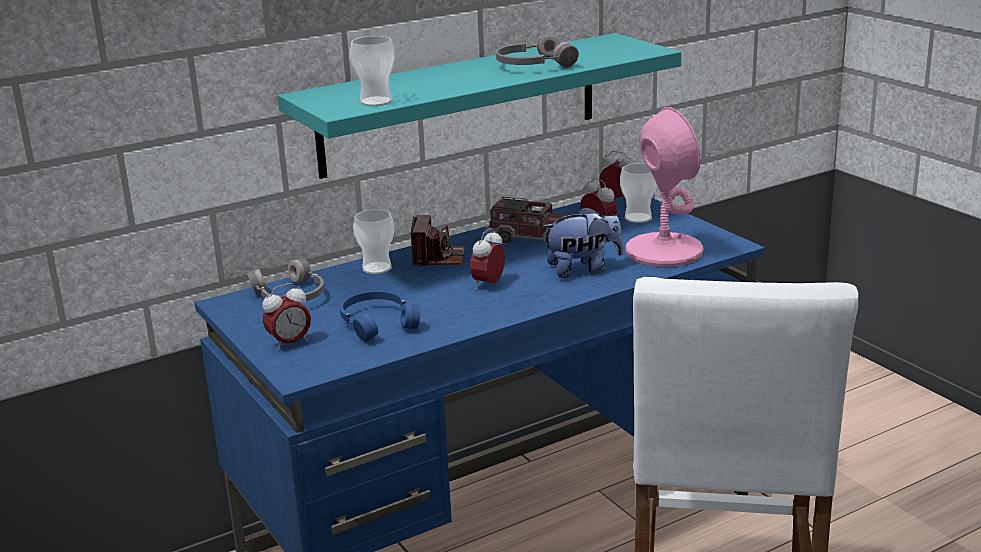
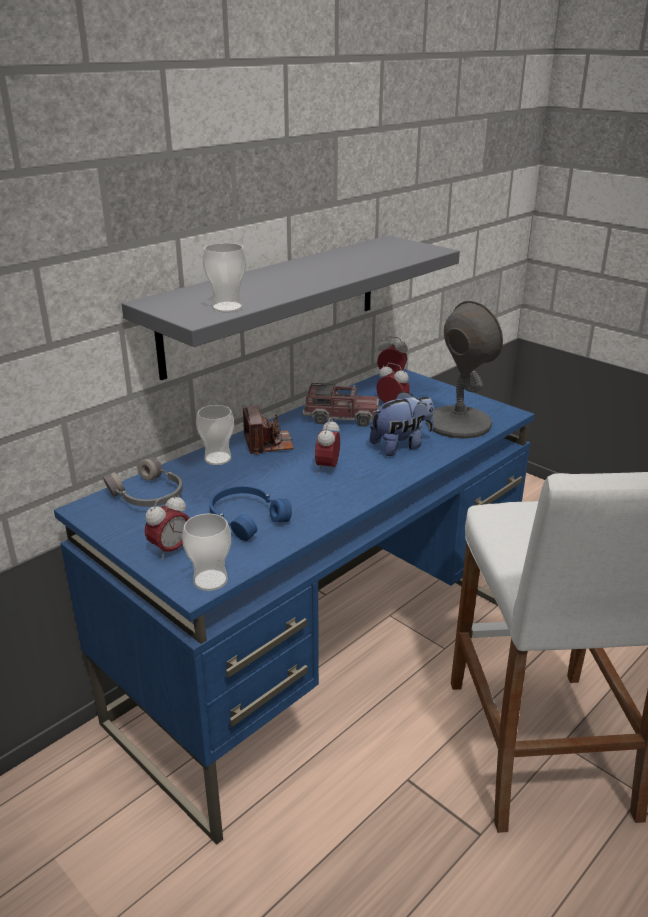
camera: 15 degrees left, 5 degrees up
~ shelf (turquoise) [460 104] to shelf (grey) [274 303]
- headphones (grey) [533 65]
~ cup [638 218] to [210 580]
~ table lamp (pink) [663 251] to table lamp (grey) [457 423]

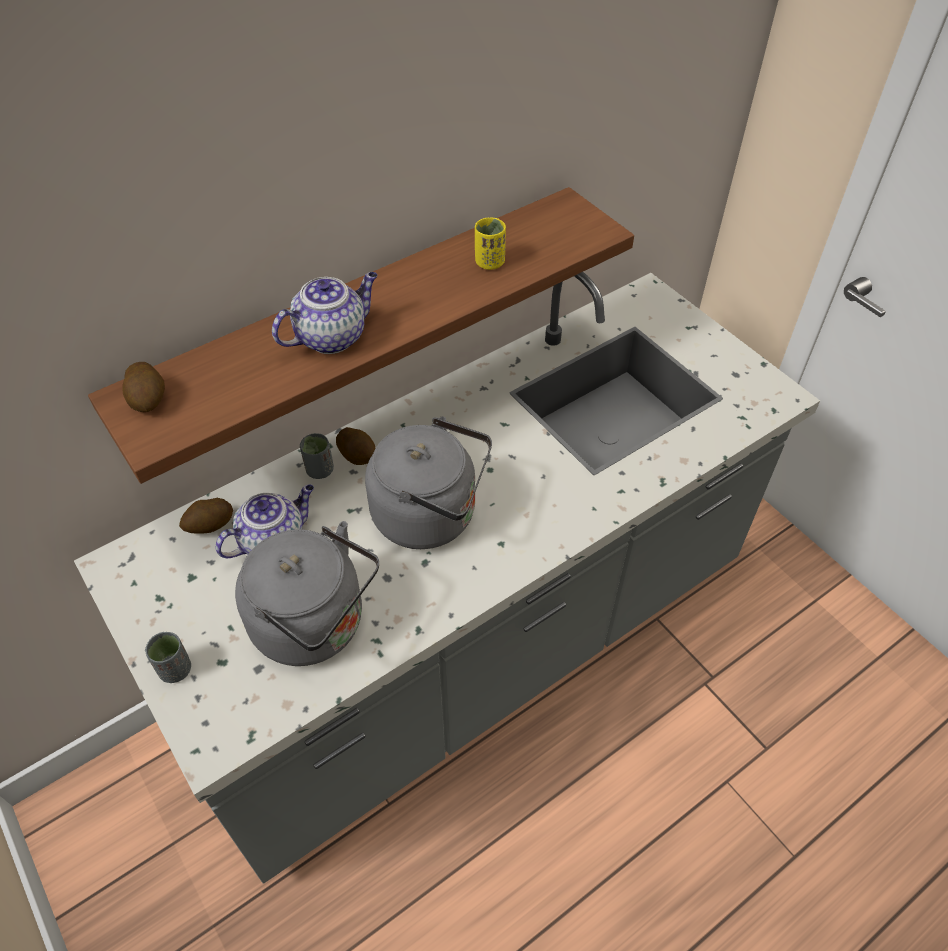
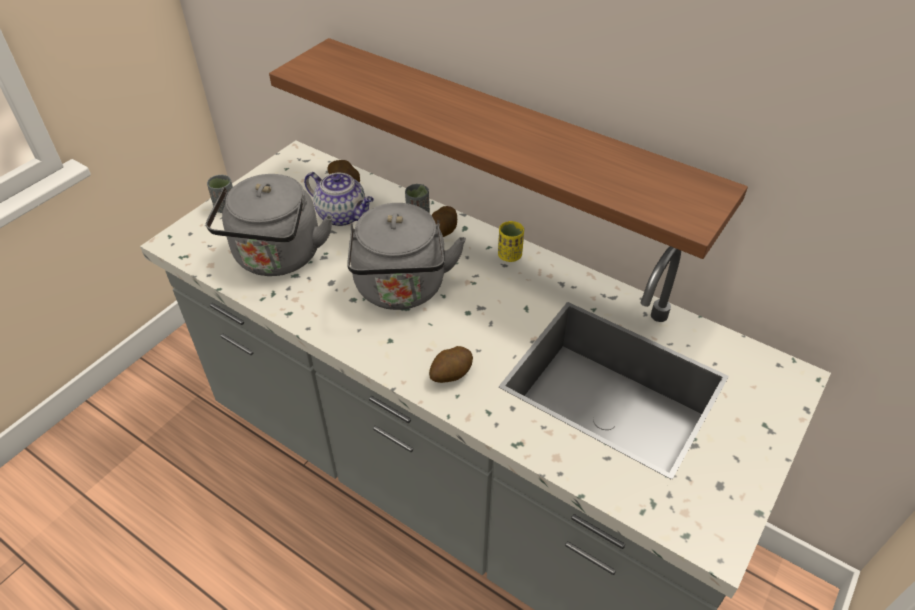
camera: 70 degrees right, 5 degrees down
~ potato [149 400] to [451 374]
- teapot [332 336]
~ cup (yellow) [489 262] to [509 255]

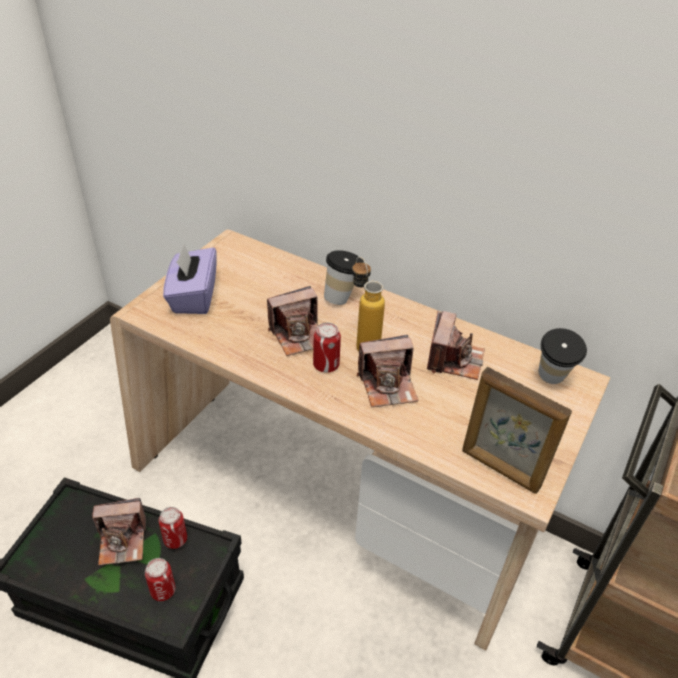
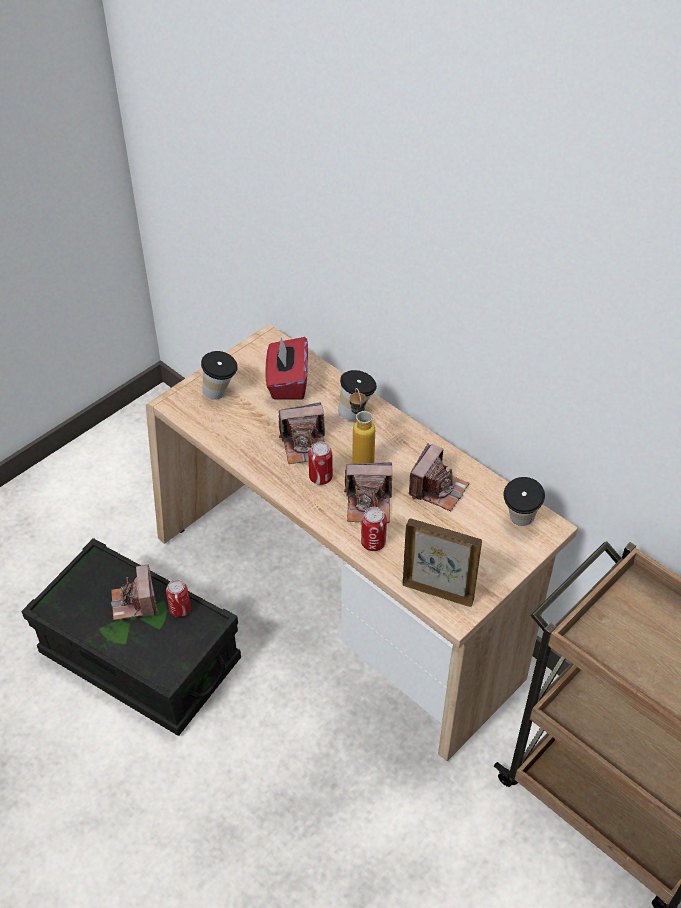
camera: 15 degrees right, 5 degrees up
~ photo camera [122 541] = [135 603] 75 degrees clockwise
~ can [163 590] to [373 543]
~ tissue box (purple) [193 297] to cup [221 394]
~ picture frame [500 469] = [438 592] 150 degrees clockwise
+ tissue box (red) [287 383]

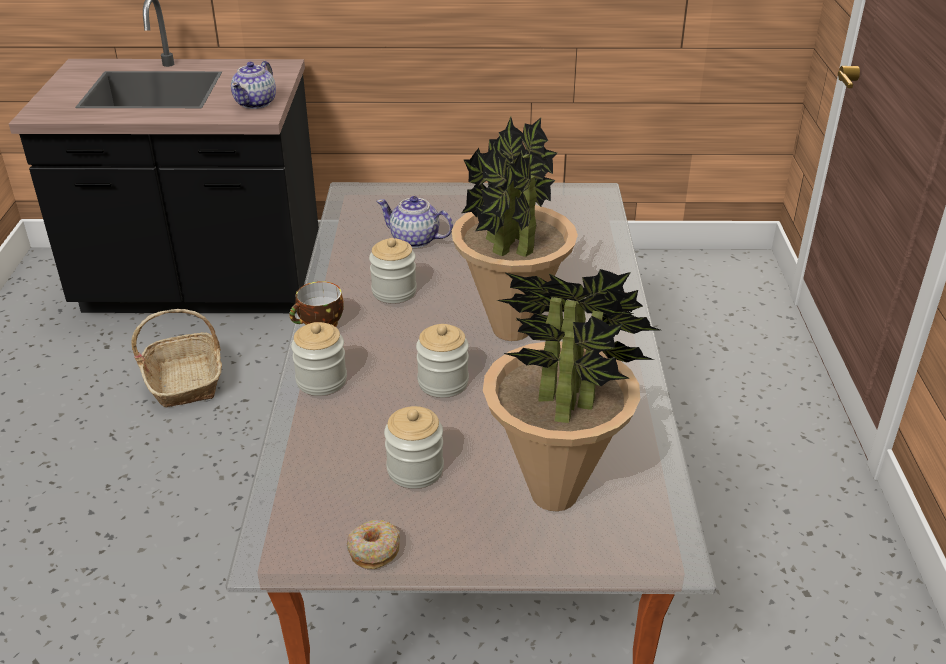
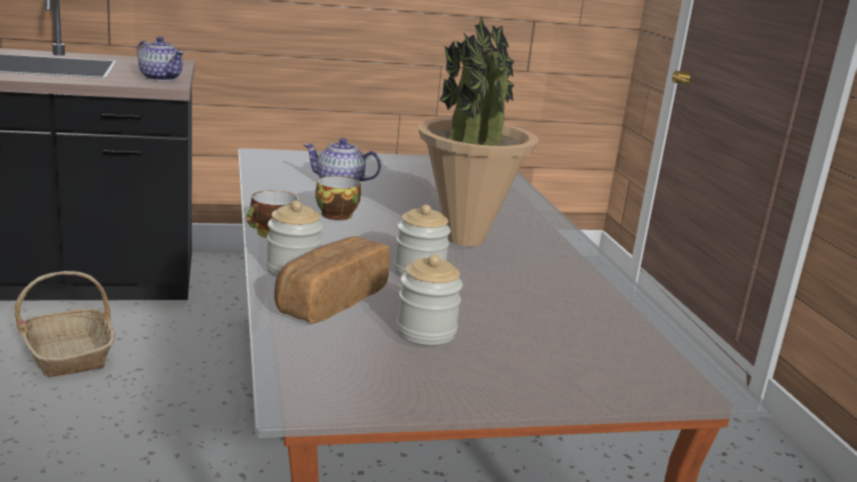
camera: 15 degrees left, 15 degrees down
~ teapot [256 103] = [160 78] 60 degrees counterclockwise
- donut [374 550]
~ jar [394 291] to cup [337 214]
- potted plant [555 494]
+ bread [330 301]

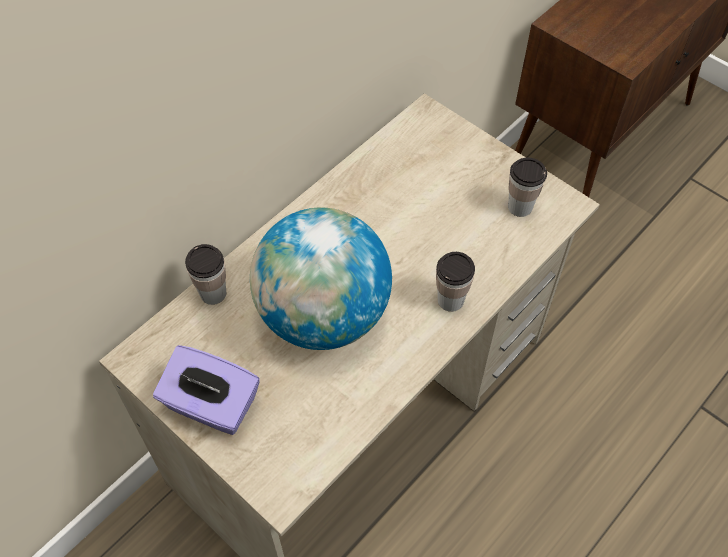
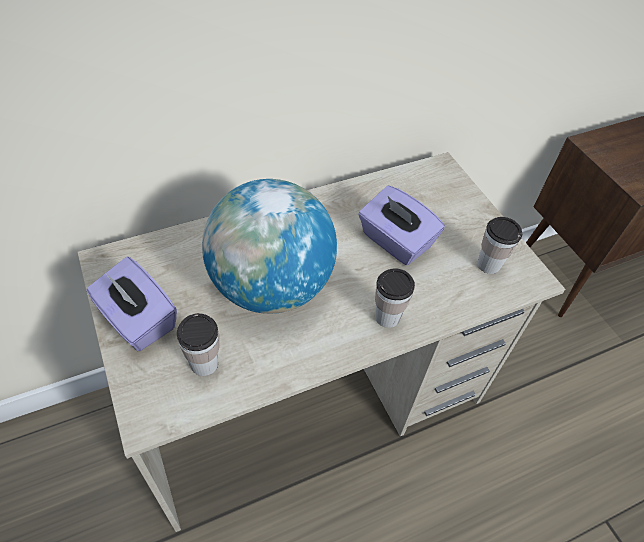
camera: 20 degrees right, 5 degrees down
~ cup [213 293] to [204 363]
+ tissue box (purple) [395 242]

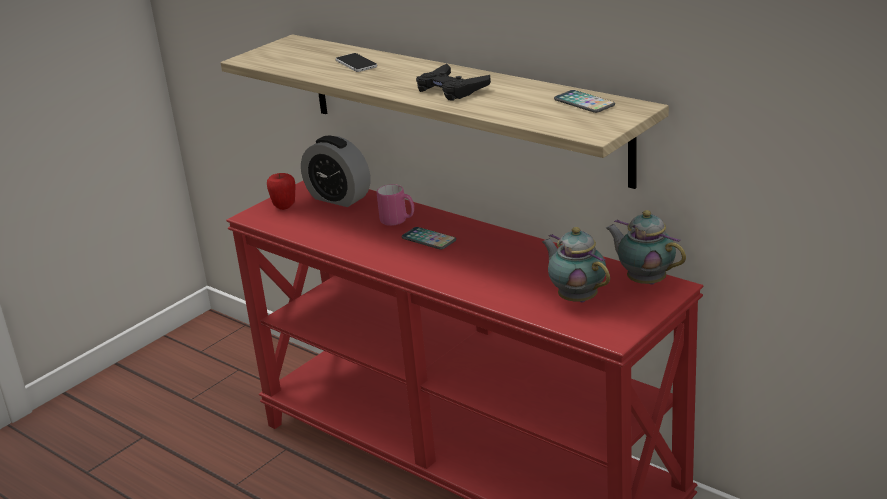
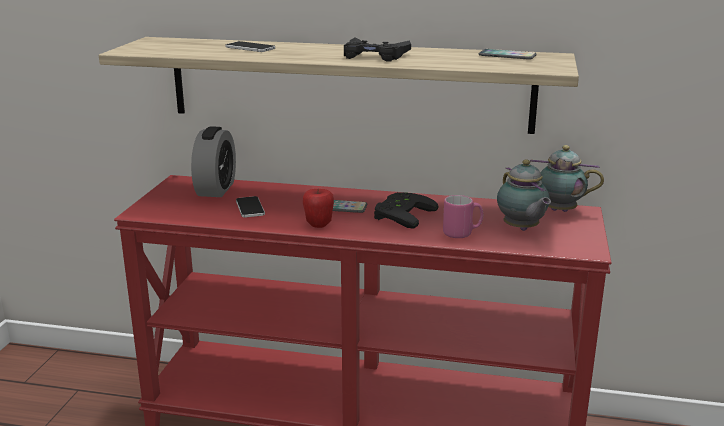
camera: 30 degrees left, 5 degrees down
~ apple [284 206] to [318 224]
~ alarm clock [338 198] = [216 189] 90 degrees counterclockwise
~ mug (pink) [398 221] to [462 233]
~ teapot [576 298] = [521 229] 135 degrees counterclockwise
+ phone [250 208]
+ game controller (black) [401 214]

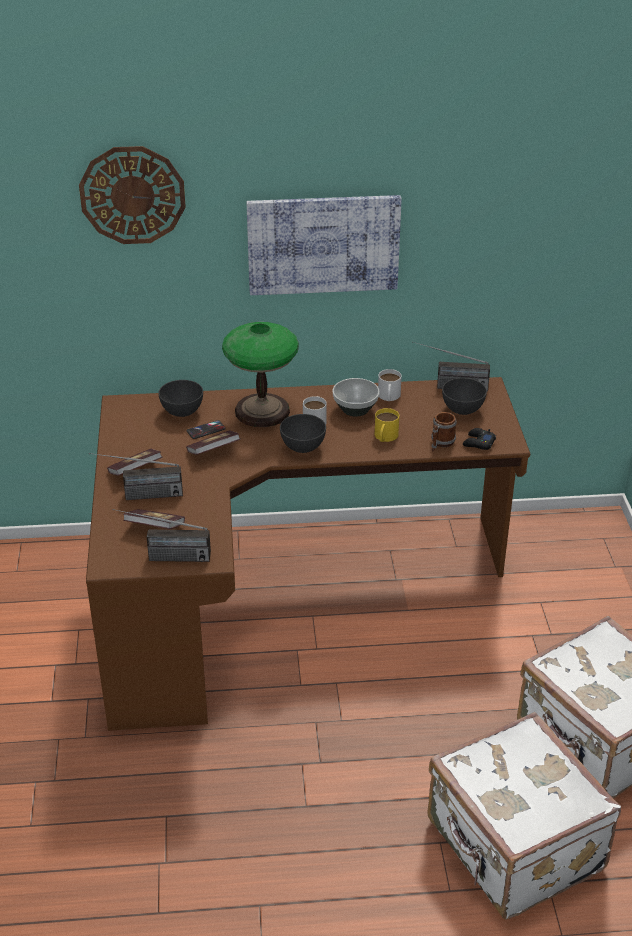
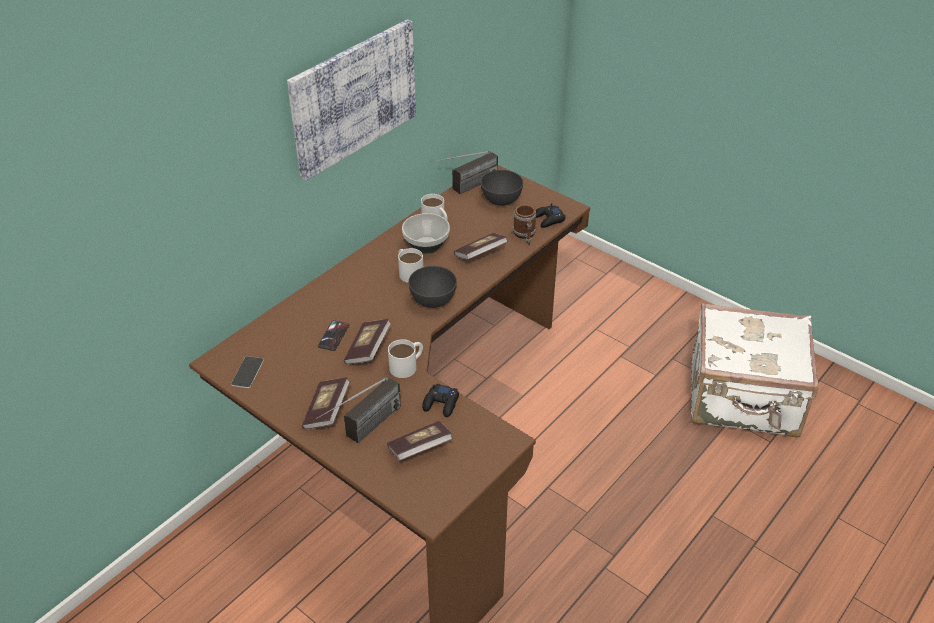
camera: 45 degrees left, 5 degrees up
- wall clock [132 195]
- radio [163 557]
- bowl (grey) [182 411]
- table lamp [263 411]
~ mug (yellow) [385 437] to book [480 255]
- suitcase (white) [512 847]
+ phone [247 372]
+ mug (white) [407 365]
+ game controller (black) [441 404]

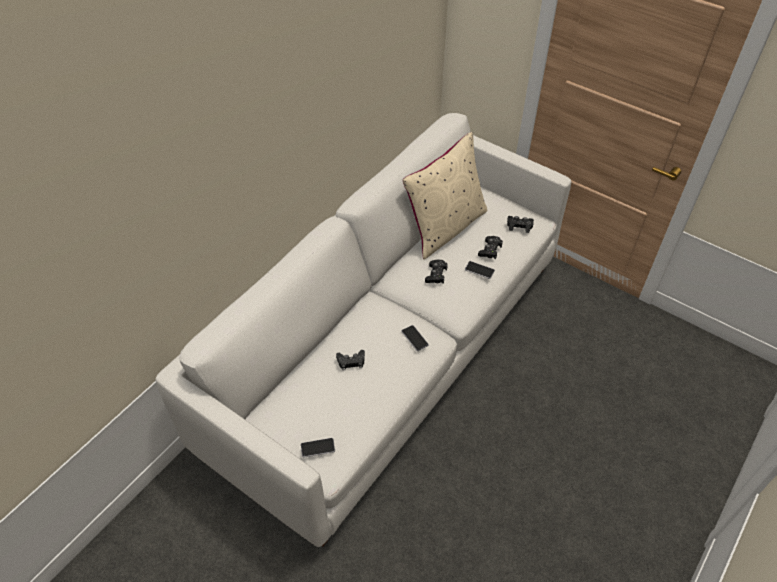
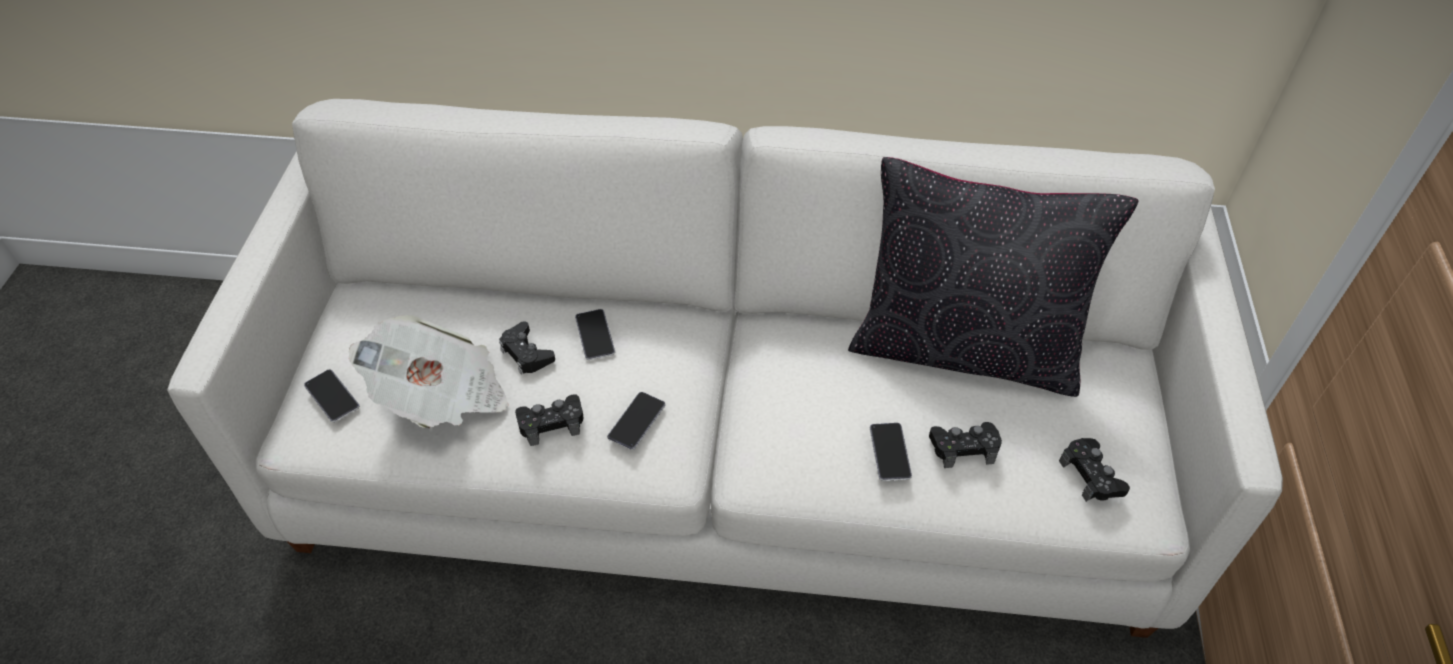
camera: 60 degrees right, 0 degrees up
~ pillow (beige) [445 227] to pillow (black) [964 347]
~ game controller (black) [436 274] to [551 423]
+ newspaper [441 395]
+ phone [595 335]

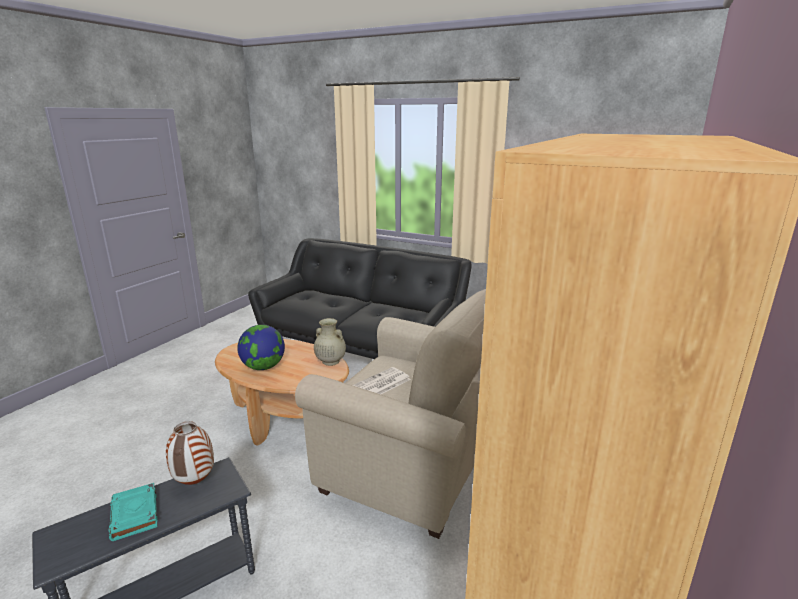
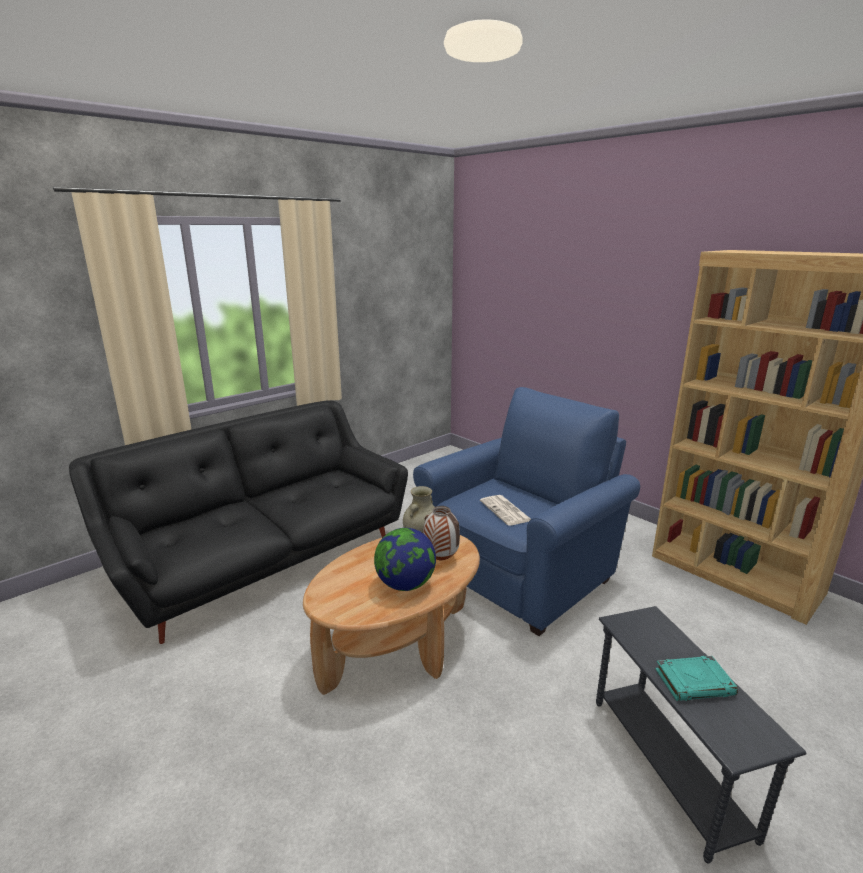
camera: 70 degrees left, 0 degrees up
~ vase [194 481] to [440 559]
~ armchair (beige) [417 468] to armchair (blue) [522 572]

